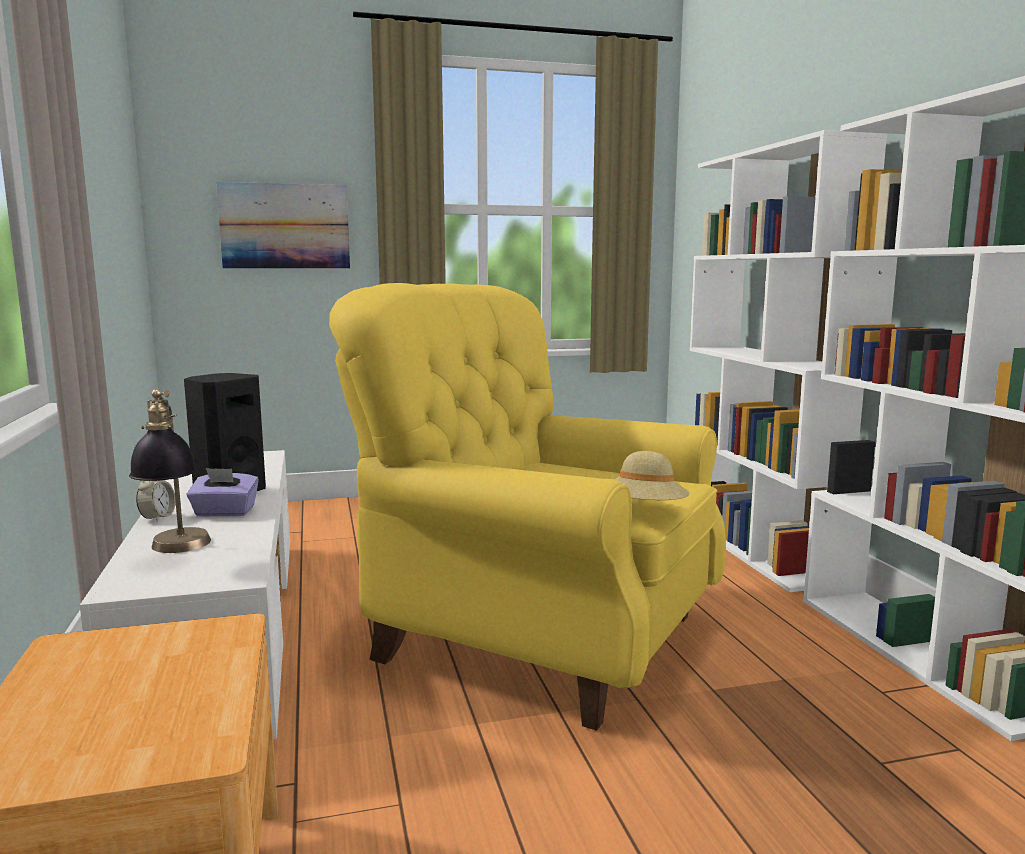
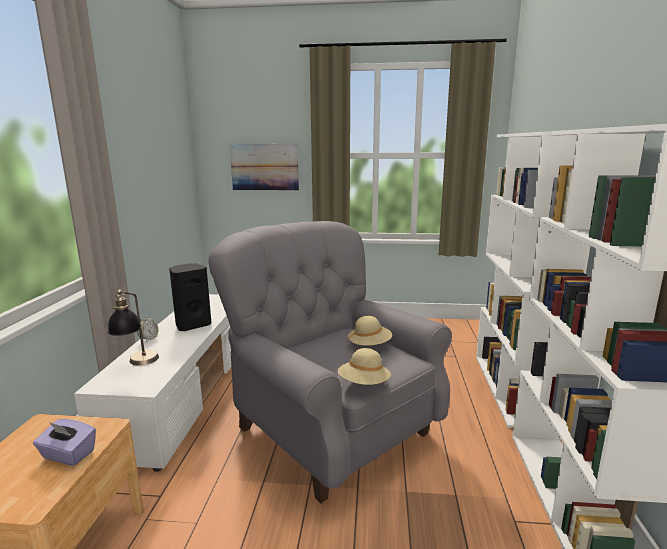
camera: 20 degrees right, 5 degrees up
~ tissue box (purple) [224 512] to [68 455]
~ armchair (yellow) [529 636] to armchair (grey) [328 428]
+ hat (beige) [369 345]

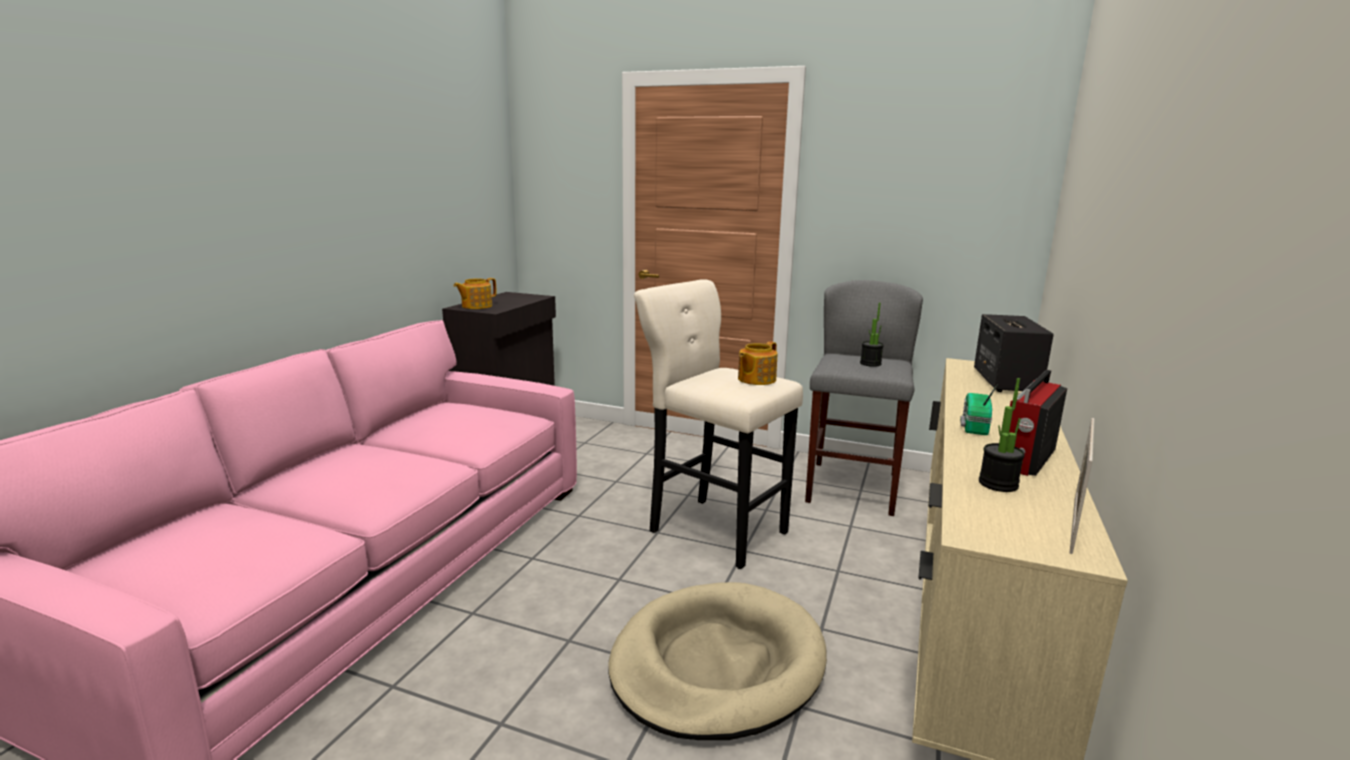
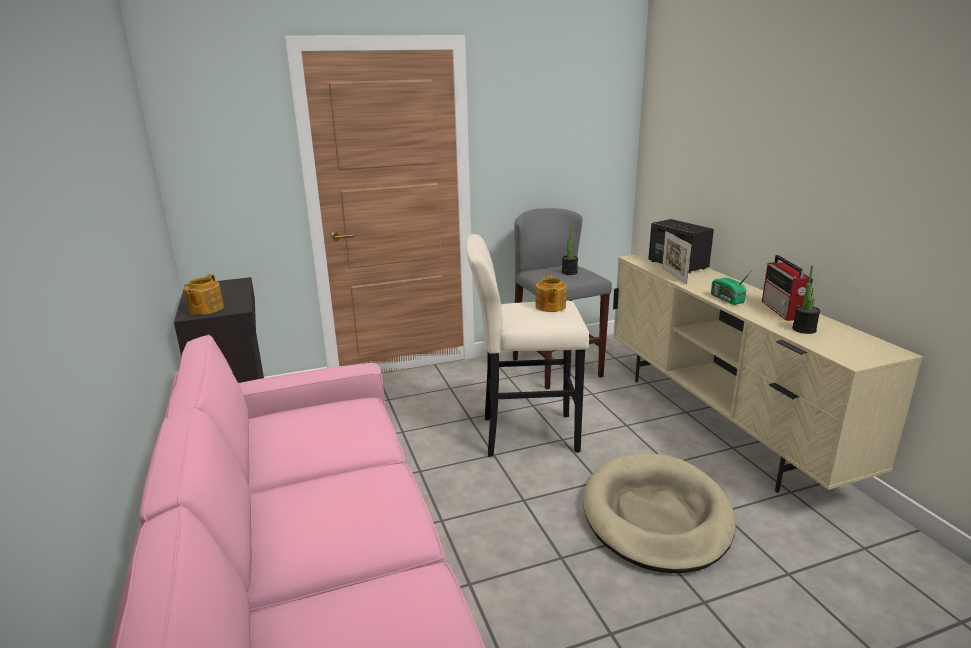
camera: 40 degrees left, 5 degrees up
~ picture frame [1073 524] to [674 276]

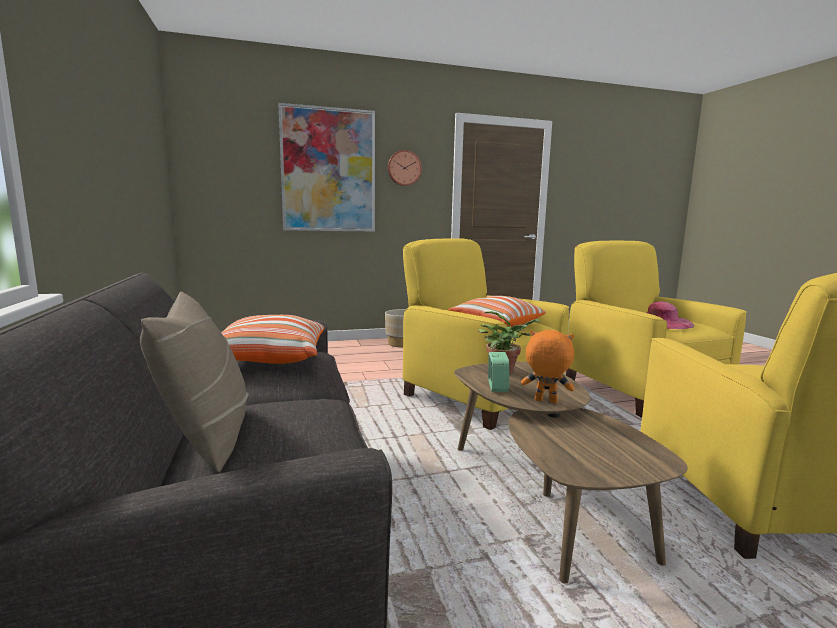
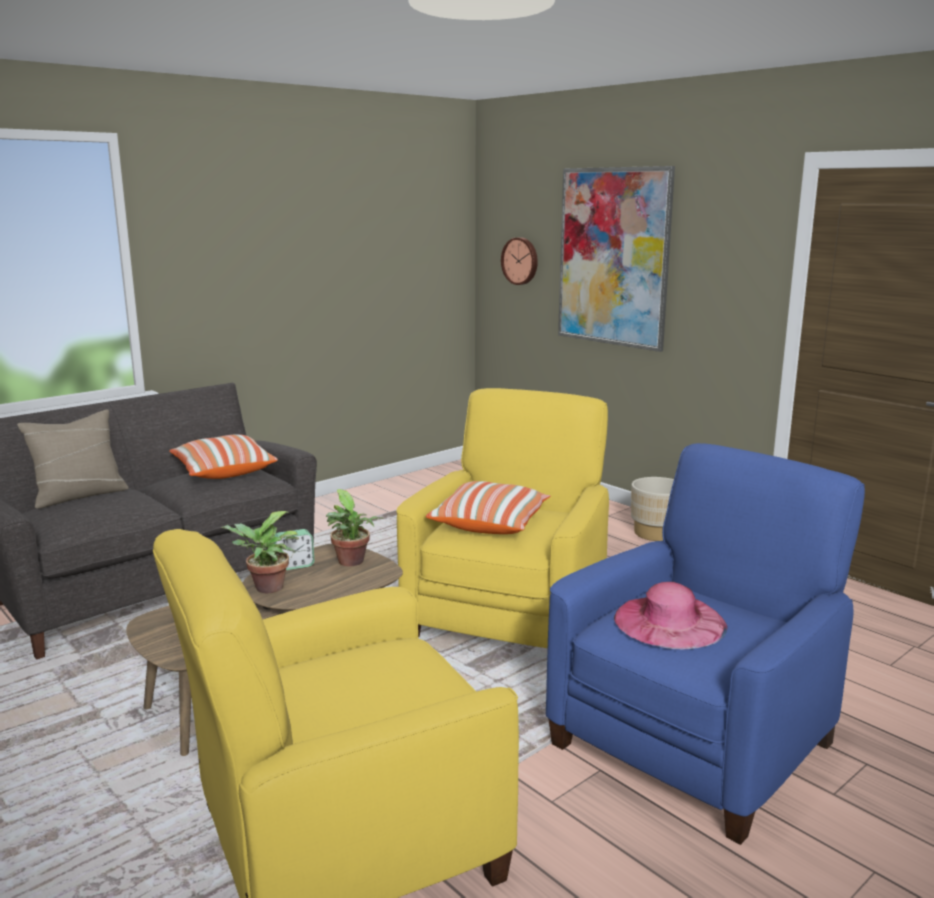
camera: 65 degrees right, 5 degrees up
~ wall clock [404 168] to [520 261]
~ plush toy (orange) [545 401] to potted plant [265 589]
~ armchair (yellow) [640 390] to armchair (blue) [694 742]

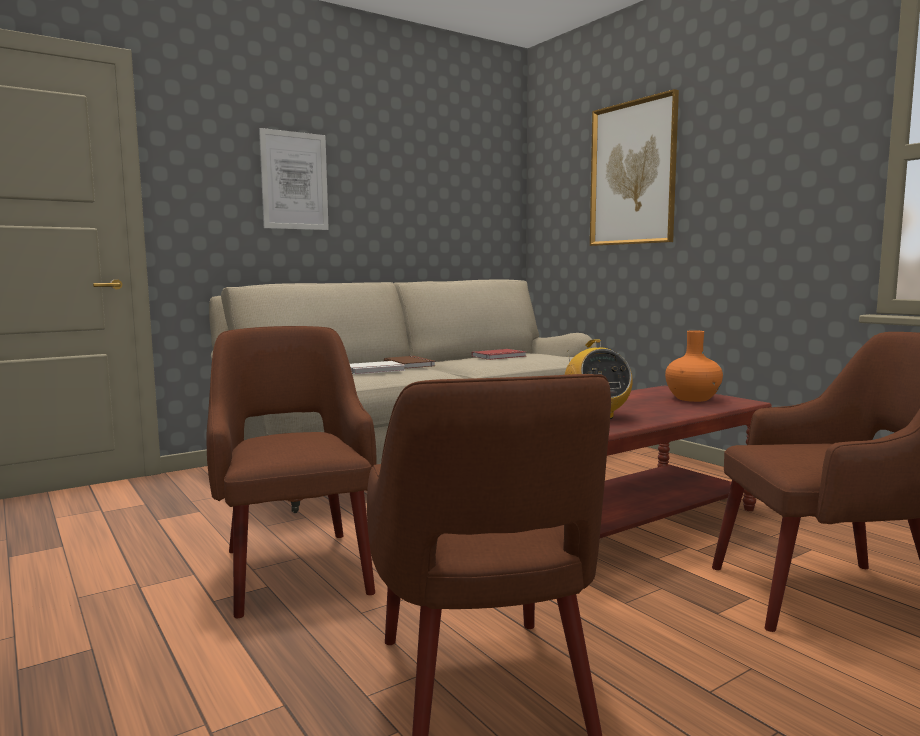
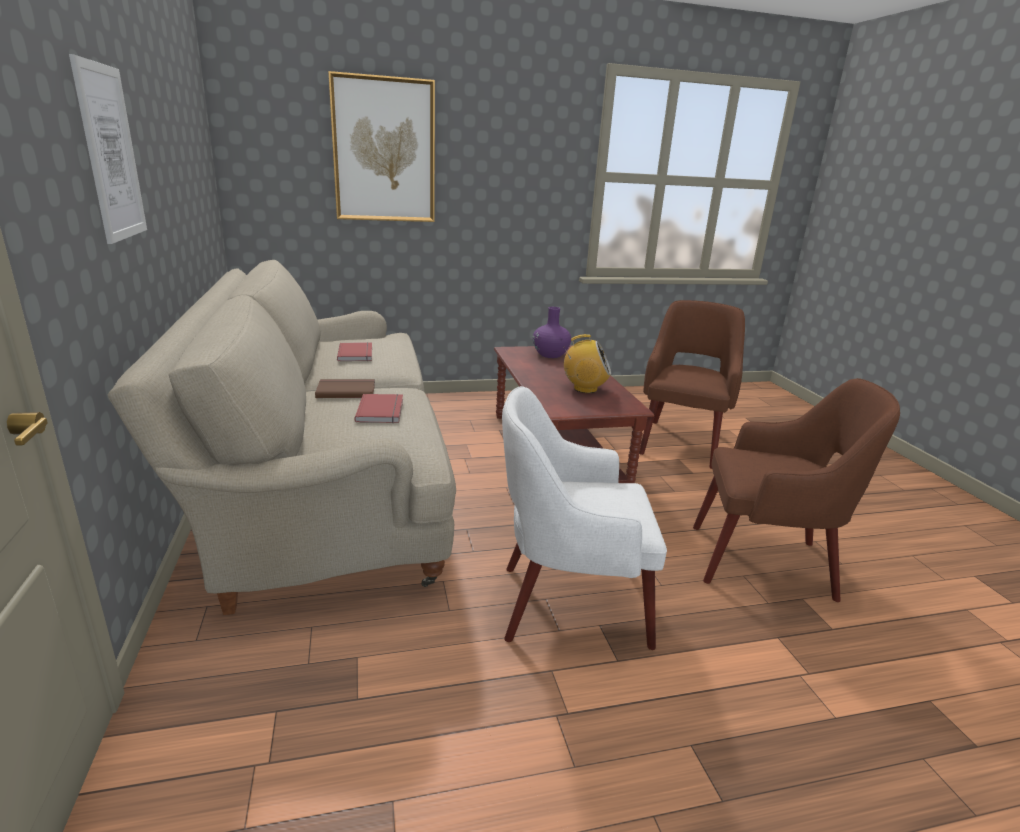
camera: 70 degrees left, 15 degrees up
~ armchair (brown) [296 568] to armchair (white) [568 604]
~ book (white) [375 370] to book (red) [382 410]
~ vase (orange) [692 398] to vase (purple) [550 355]

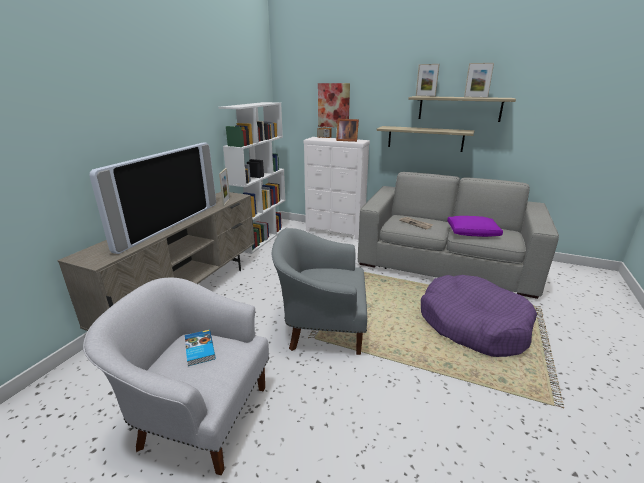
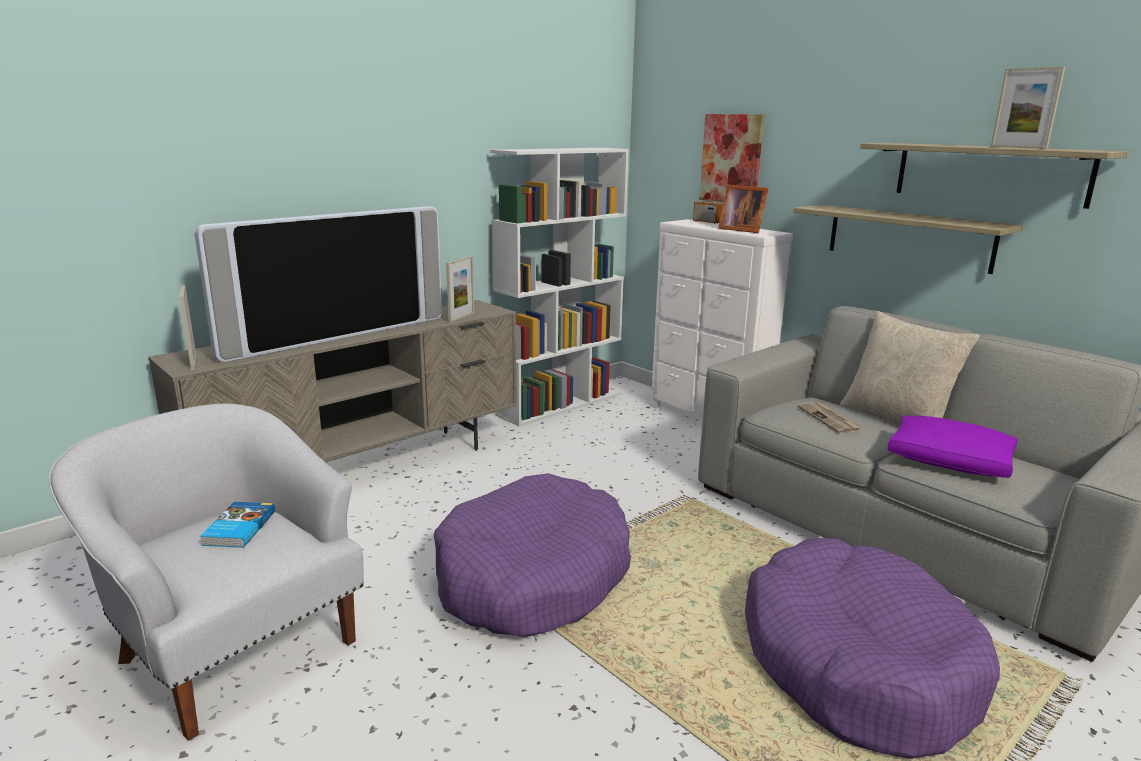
camera: 25 degrees right, 5 degrees down
~ armchair (grey) [322 327] to dog bed (purple) [532 577]
~ picture frame [425 96] to [193 362]
+ pillow (beige) [896 420]

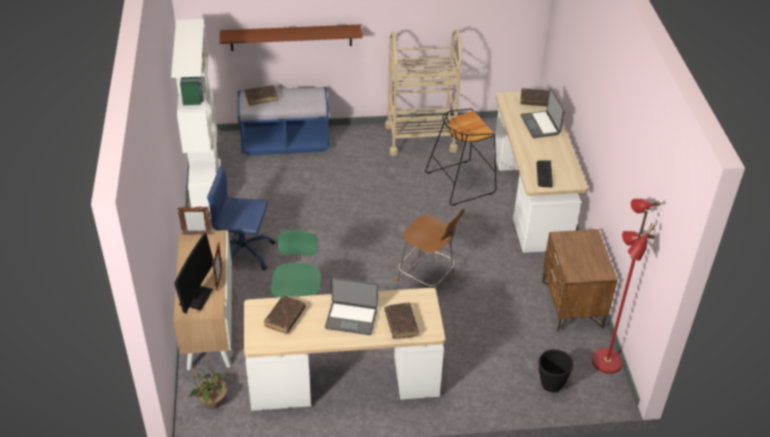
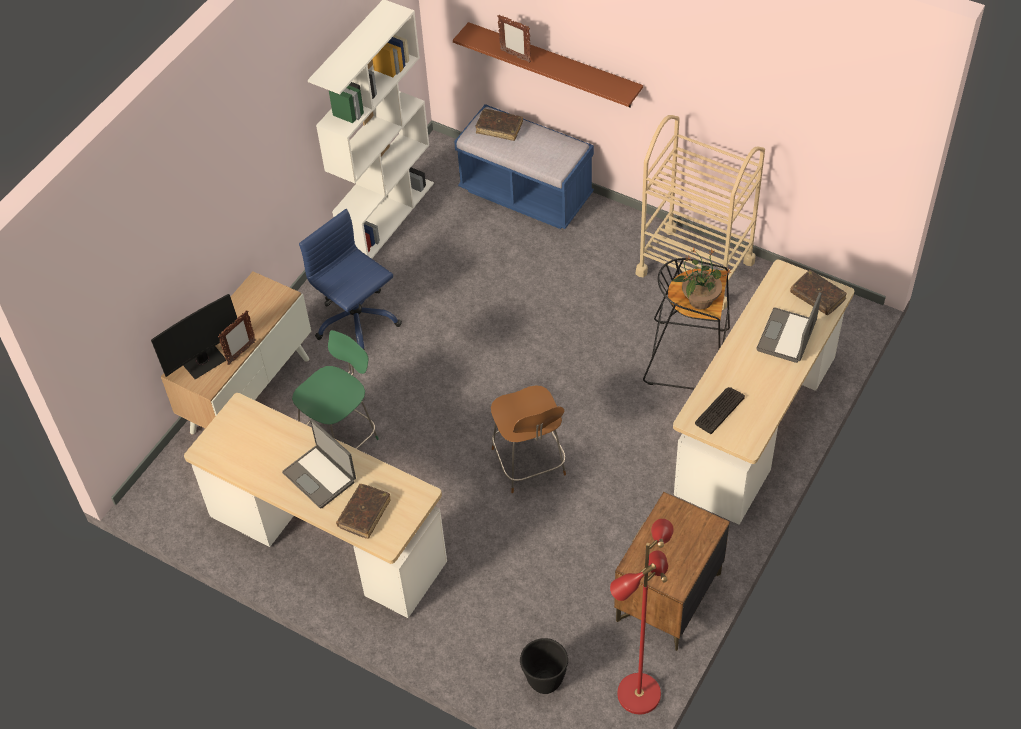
camera: 40 degrees right, 10 degrees up
~ picture frame [197 234] to [515 56]
~ potted plant [211 401] to [699 300]
- book (brown) [285 318]

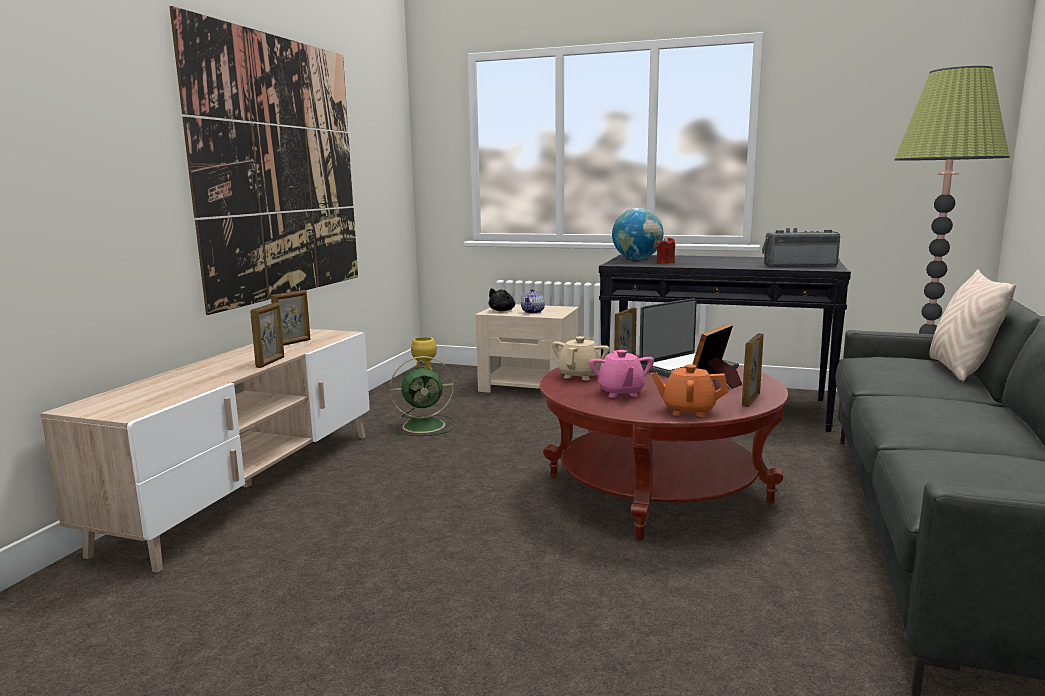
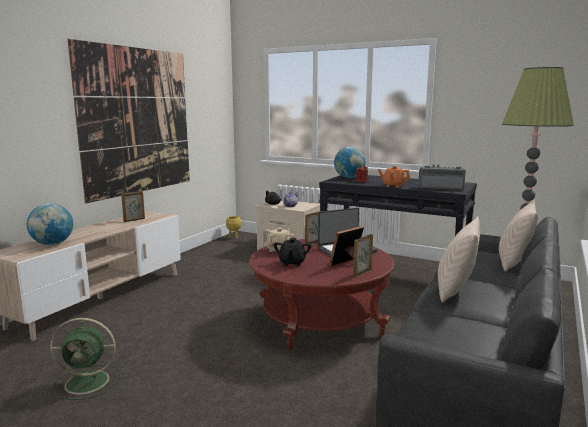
camera: 10 degrees right, 0 degrees up
- picture frame [271 362]
~ fan (green) [426 425] to [89 382]
~ teapot (pink) [621 392] to teapot (black) [292 263]
~ teapot (orange) [688 411] to [393 186]
+ globe [52 244]
+ pillow (beige) [455 291]

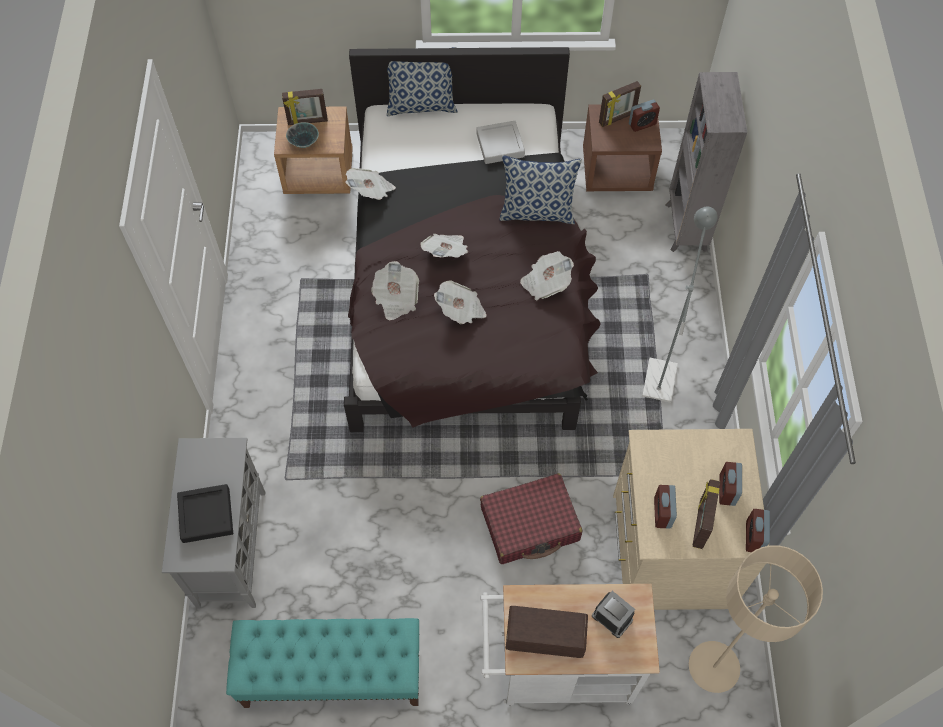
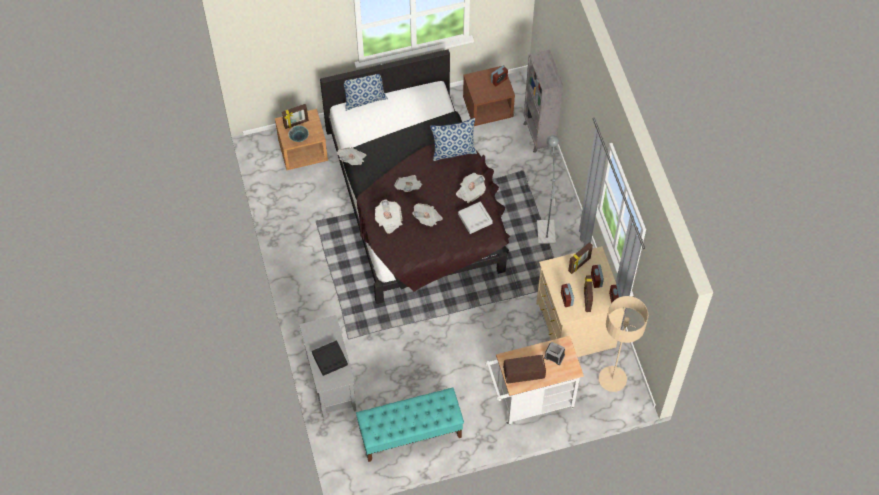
camera: 15 degrees left, 0 degrees up
~ tray (grey) [500 145] to [475 219]
- suitcase (red) [530 524]
~ picture frame [617 118] to [579 265]

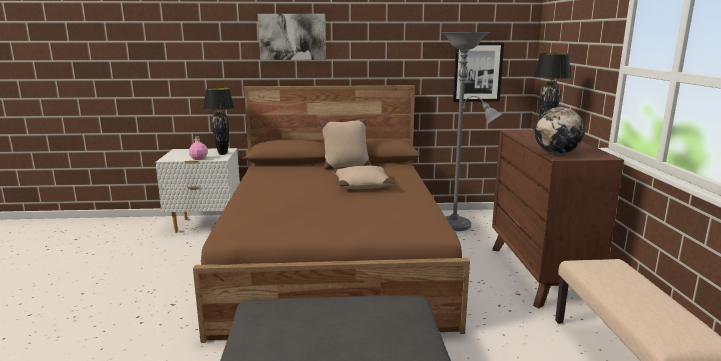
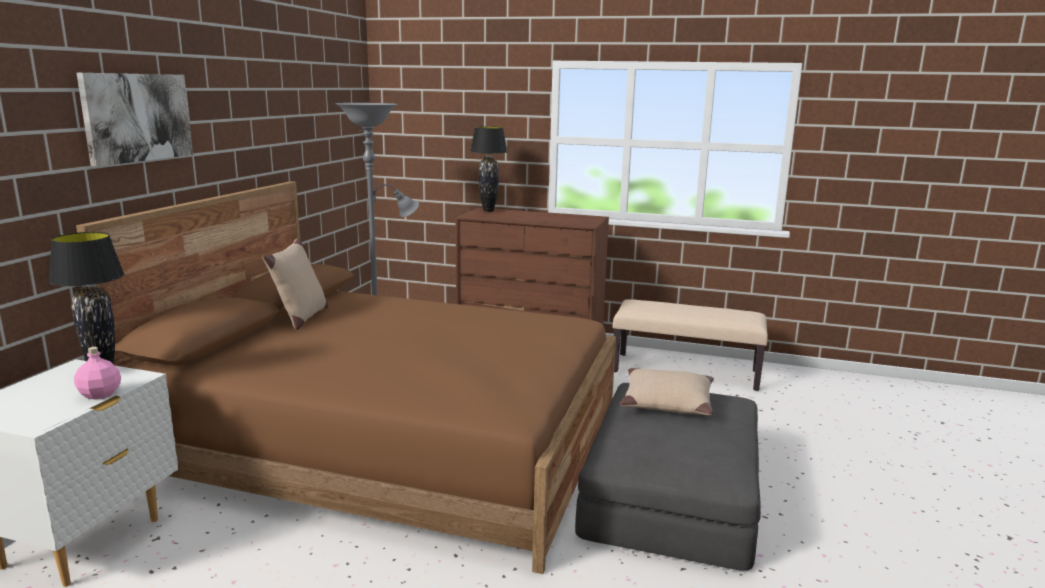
camera: 70 degrees left, 0 degrees up
~ pillow (beige) [362 185] to [667 403]
- picture [477 72]
- globe [556 153]

